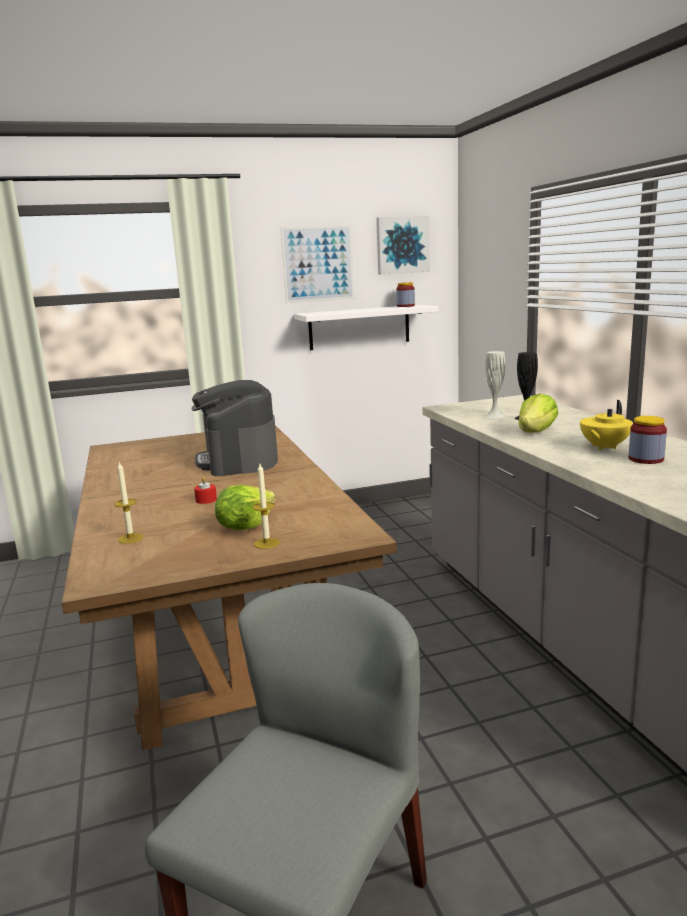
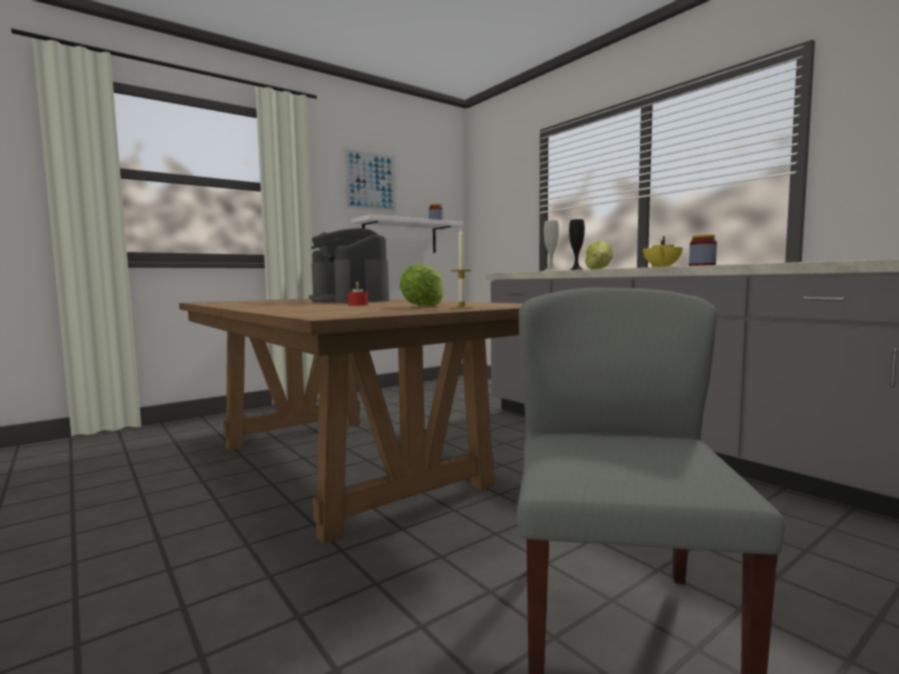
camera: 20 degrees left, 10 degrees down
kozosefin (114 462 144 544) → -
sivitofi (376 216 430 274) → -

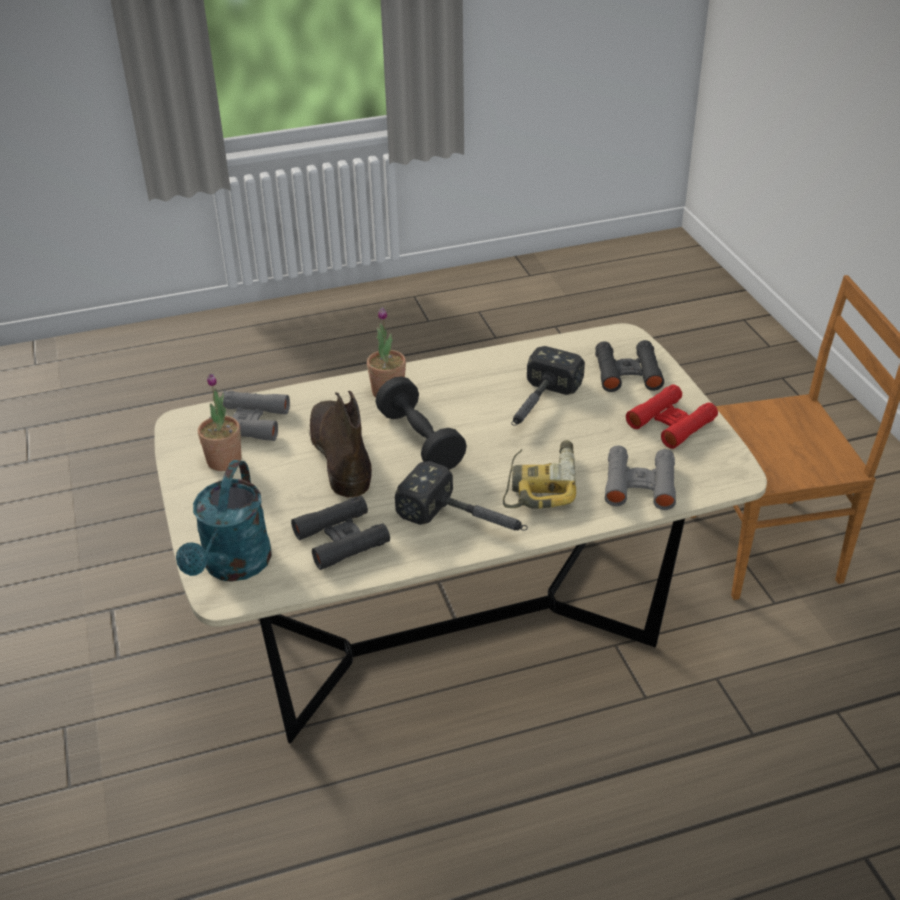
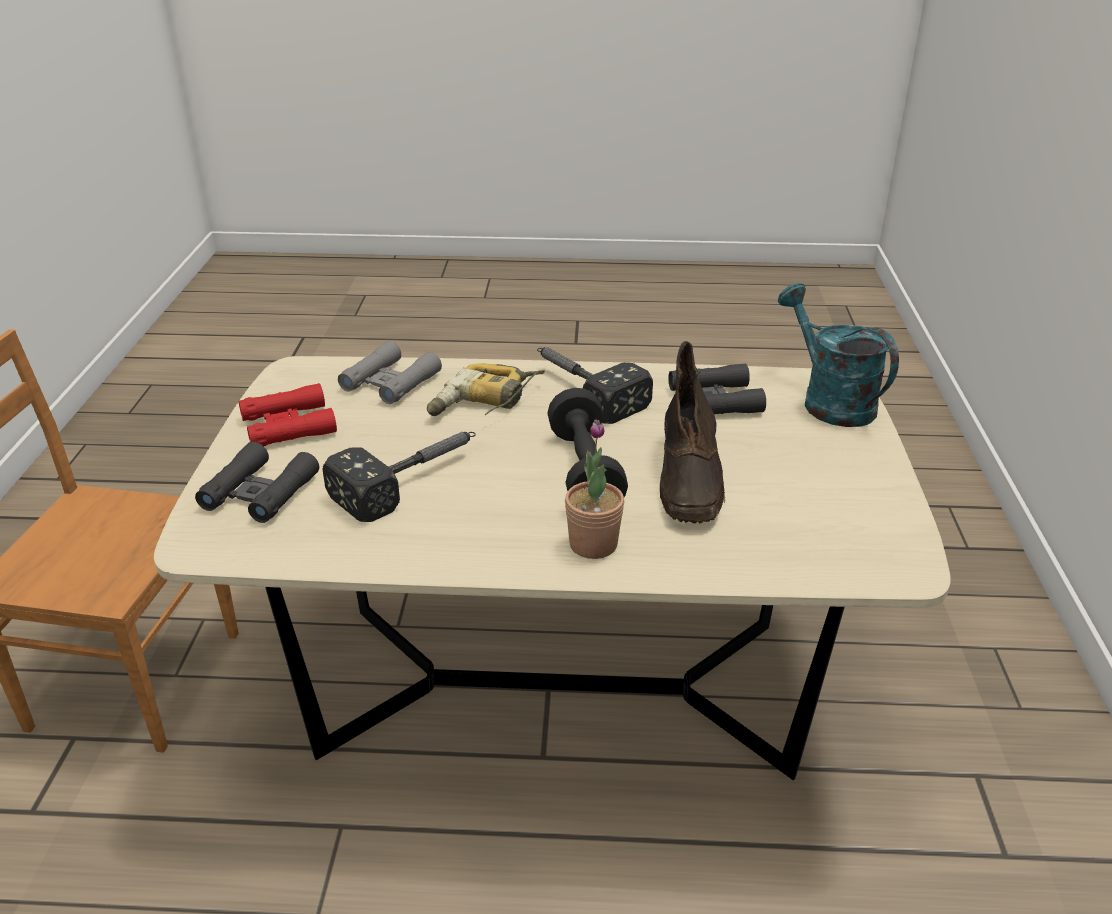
camera: 160 degrees left, 5 degrees down
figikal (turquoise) (176 460 272 582) → figikal (turquoise) (778 283 899 427), 60 degrees counterclockwise
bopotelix (198 373 241 471) → -
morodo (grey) (208 391 290 441) → -

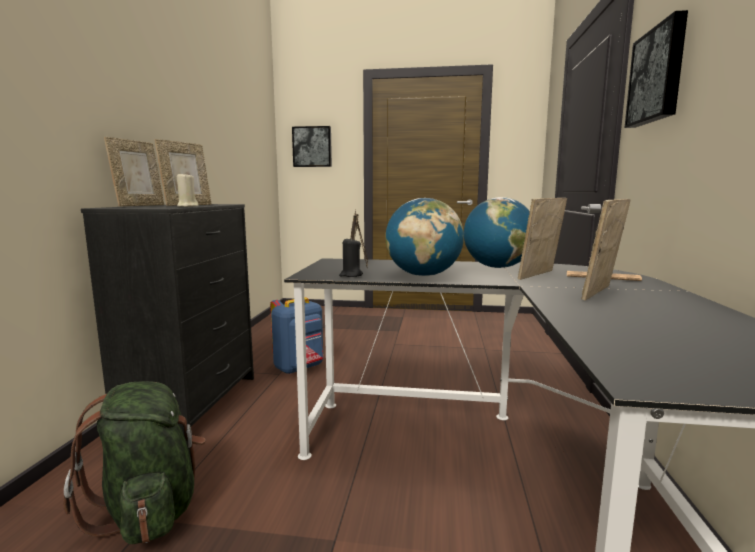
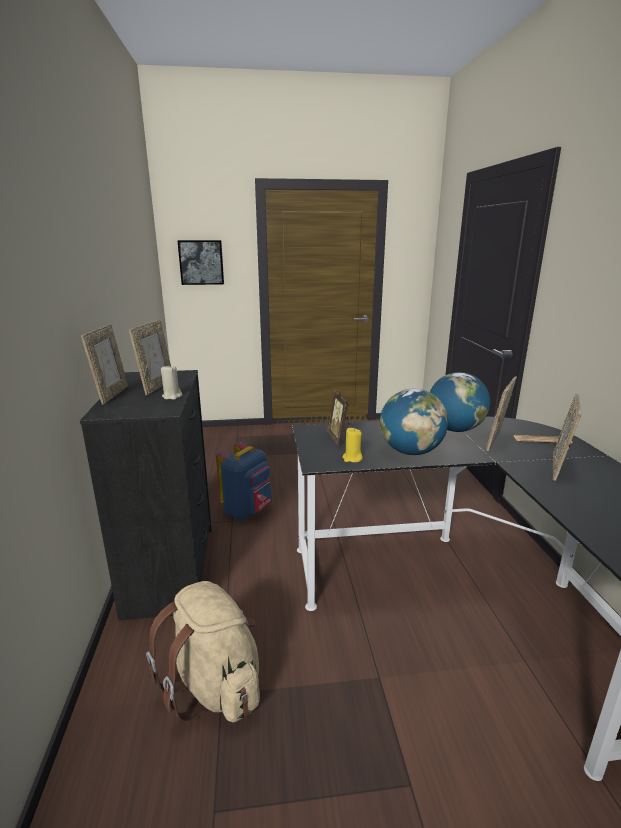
camera: 15 degrees left, 10 degrees up
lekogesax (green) (63 381 206 544) → lekogesax (beige) (146 581 260 723)
kozosefin (black) (339 238 363 277) → kozosefin (yellow) (342 428 363 462)
sivitofi (624 10 688 128) → -

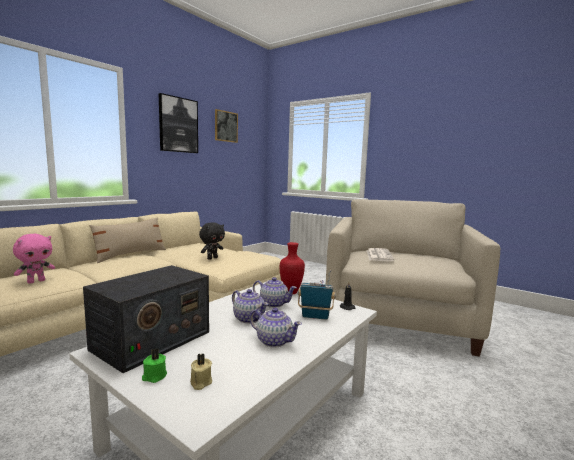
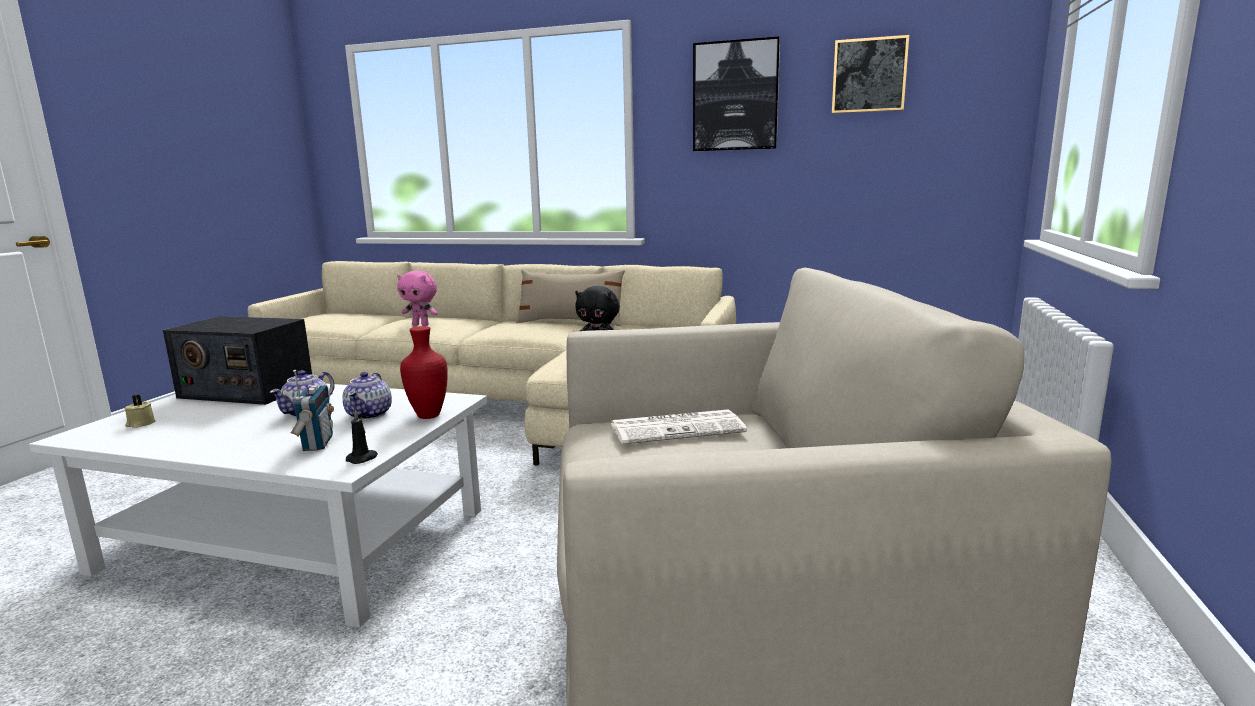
camera: 70 degrees right, 5 degrees up
kozosefin (green) (142 349 167 383) → -
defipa (250 307 302 348) → -

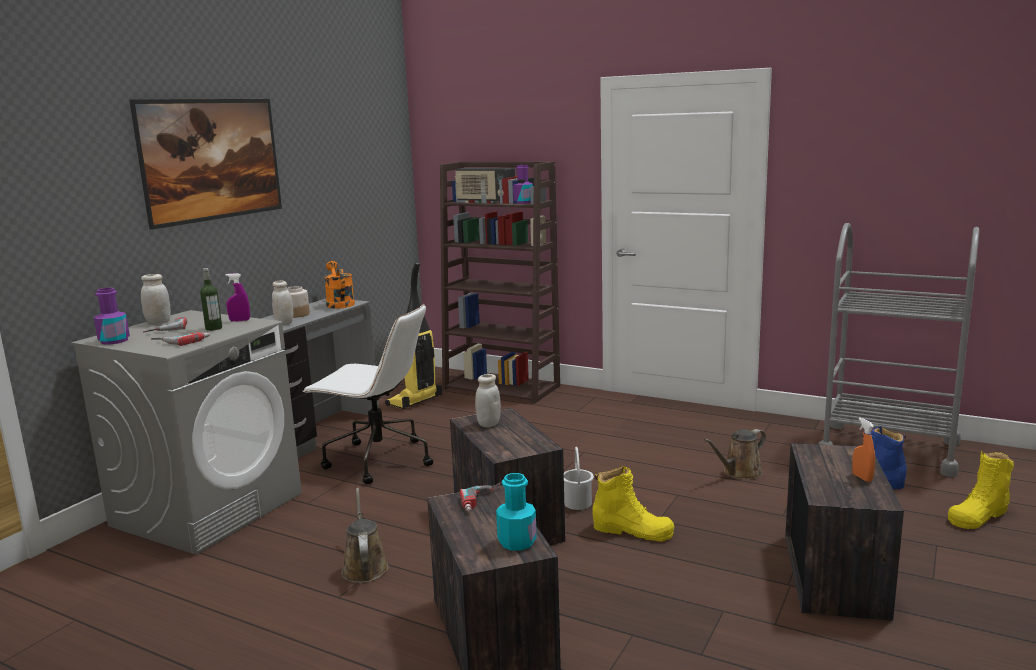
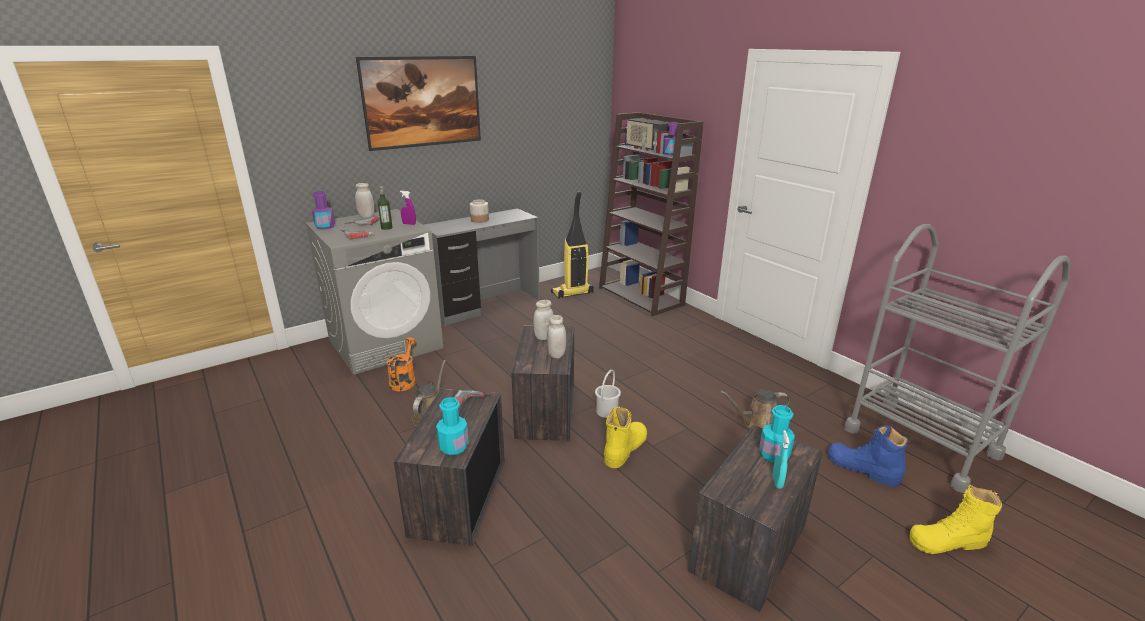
camera: 25 degrees right, 10 degrees up
figikal (orange) (324 261 355 309) → figikal (orange) (387 337 416 391), relocated
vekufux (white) (272 281 293 325) → vekufux (white) (547 315 566 358), relocated
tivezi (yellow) (593 466 674 542) → tivezi (yellow) (604 407 647 468), 105 degrees counterclockwise
- → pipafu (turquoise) (759 405 795 463)
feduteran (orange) (852 418 875 482) → feduteran (turquoise) (772 430 790 489)
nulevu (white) (302 304 433 484) → -

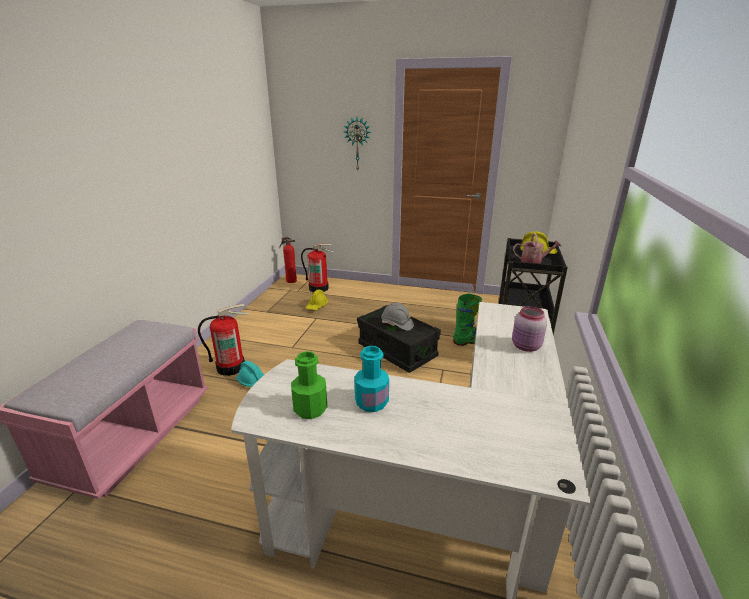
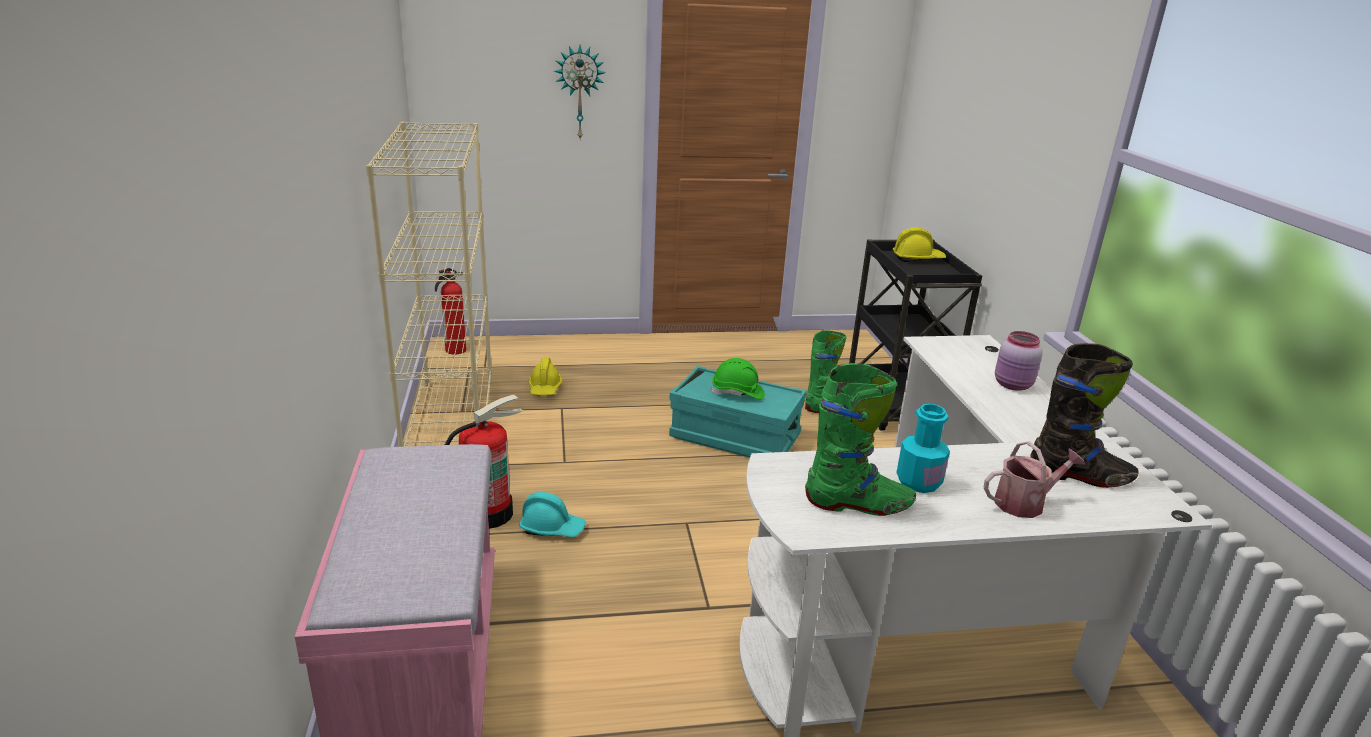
camera: 25 degrees left, 0 degrees up
- → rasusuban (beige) (366 122 492 447)
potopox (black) (357 305 441 373) → potopox (turquoise) (669 366 806 458)
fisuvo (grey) (381 302 414 331) → fisuvo (green) (710 358 765 400)
pipafu (green) (291 351 327 419) → tivezi (green) (805 363 916 516)
figikal (513 233 562 264) → figikal (983 441 1085 518), relocated
- → tivezi (black) (1031 343 1139 488)
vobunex (301 244 334 292) → -

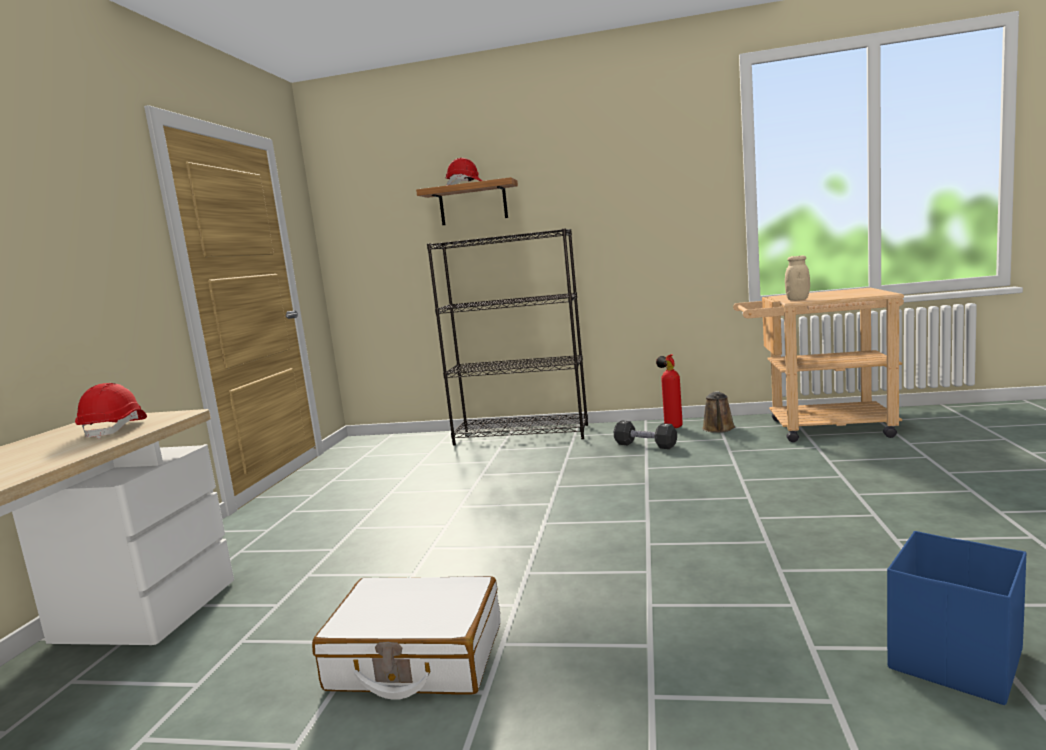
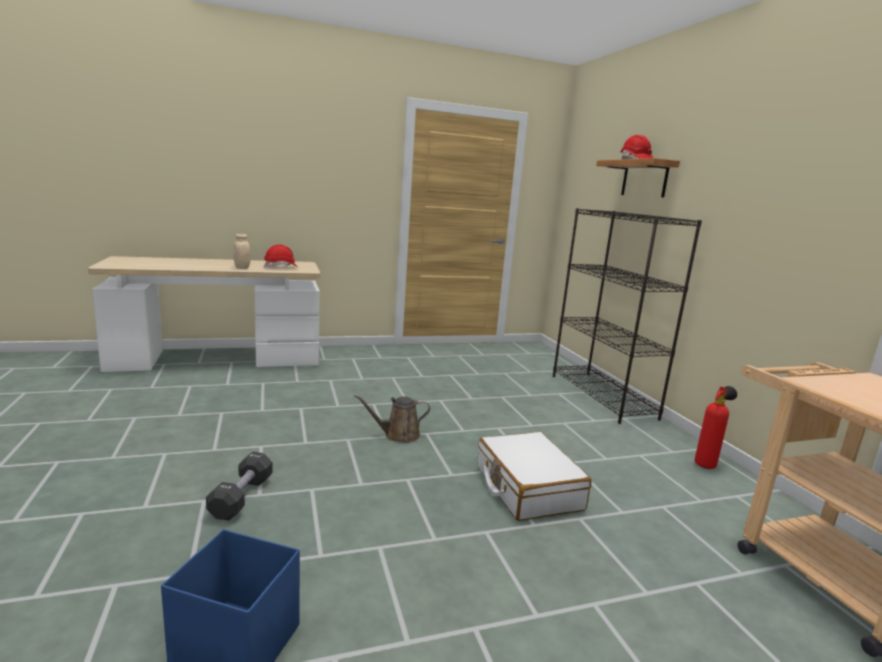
camera: 60 degrees right, 5 degrees up
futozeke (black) (613 421 677 449) → futozeke (black) (206 452 273 521), relocated
vekufux (beige) (785 256 810 301) → vekufux (beige) (234 233 251 269), relocated
figikal (brown) (702 391 735 433) → figikal (brown) (354 394 430 443), relocated
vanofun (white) (312 576 501 700) → vanofun (white) (477 432 591 521), relocated

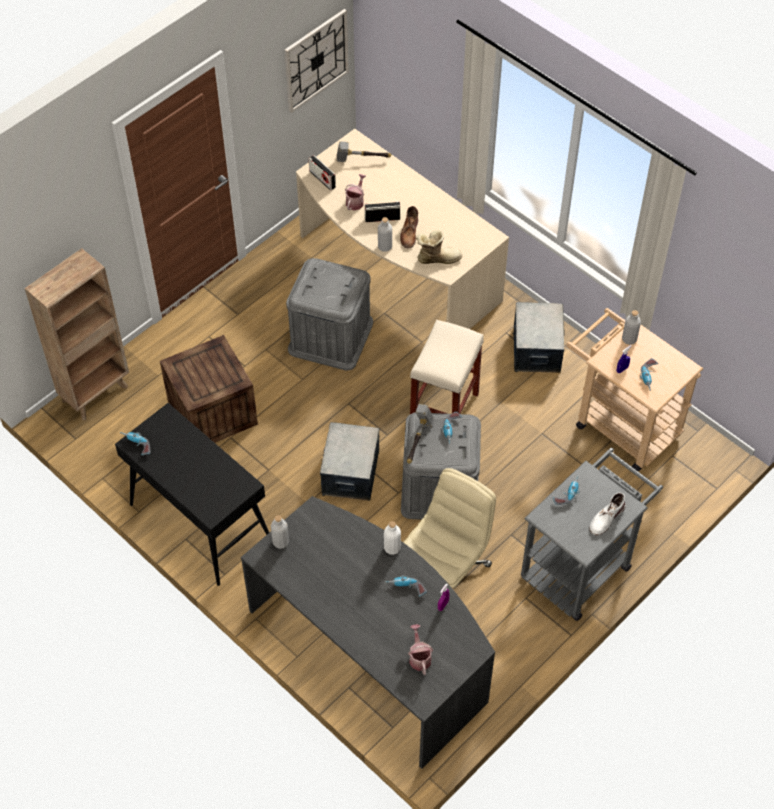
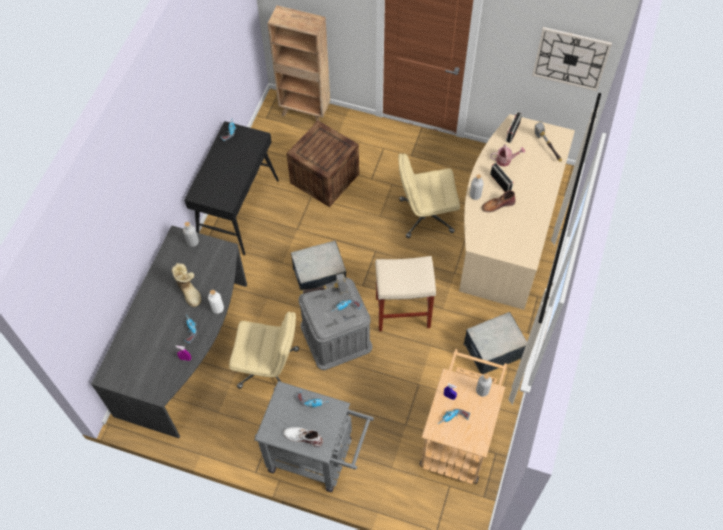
camera: 65 degrees right, 5 degrees up
tivezi (416 230 462 264) → tivezi (172 263 201 307), relocated
potopox (grey) (286 258 373 371) → nulevu (beige) (398 153 460 238)
figikal (408 624 433 675) → -

